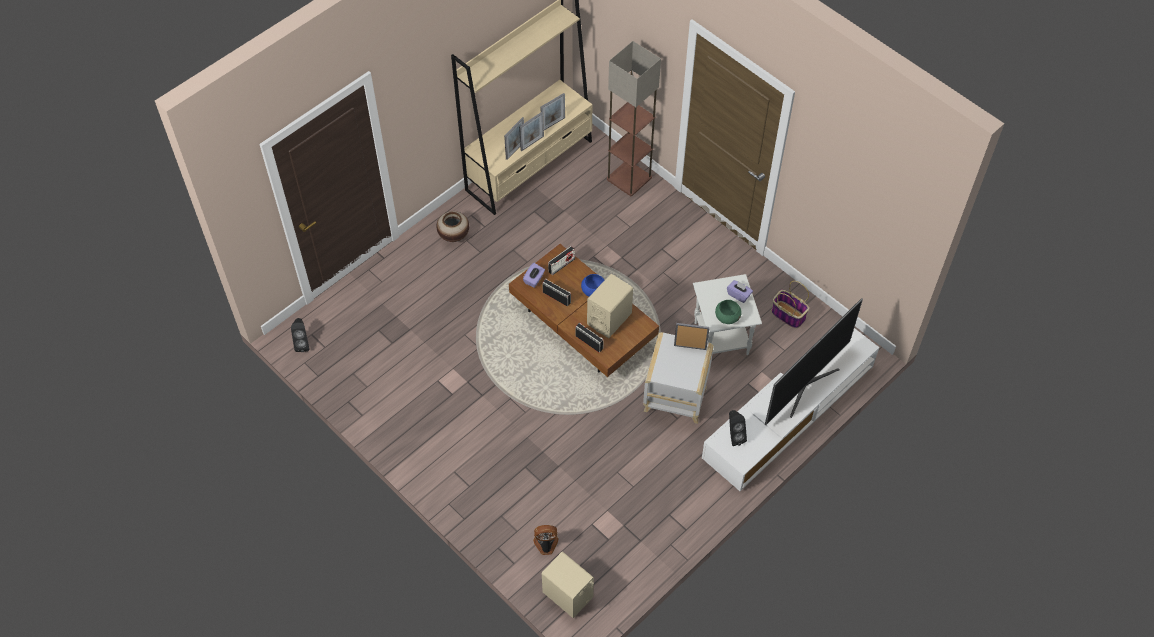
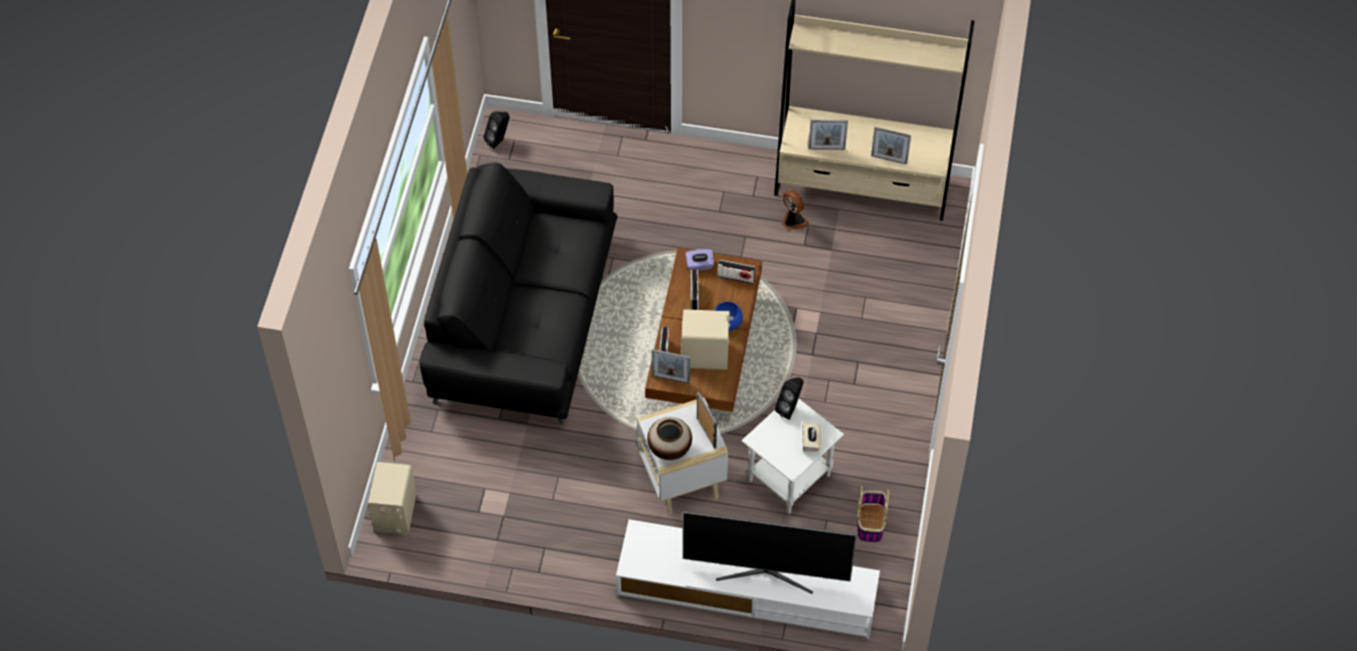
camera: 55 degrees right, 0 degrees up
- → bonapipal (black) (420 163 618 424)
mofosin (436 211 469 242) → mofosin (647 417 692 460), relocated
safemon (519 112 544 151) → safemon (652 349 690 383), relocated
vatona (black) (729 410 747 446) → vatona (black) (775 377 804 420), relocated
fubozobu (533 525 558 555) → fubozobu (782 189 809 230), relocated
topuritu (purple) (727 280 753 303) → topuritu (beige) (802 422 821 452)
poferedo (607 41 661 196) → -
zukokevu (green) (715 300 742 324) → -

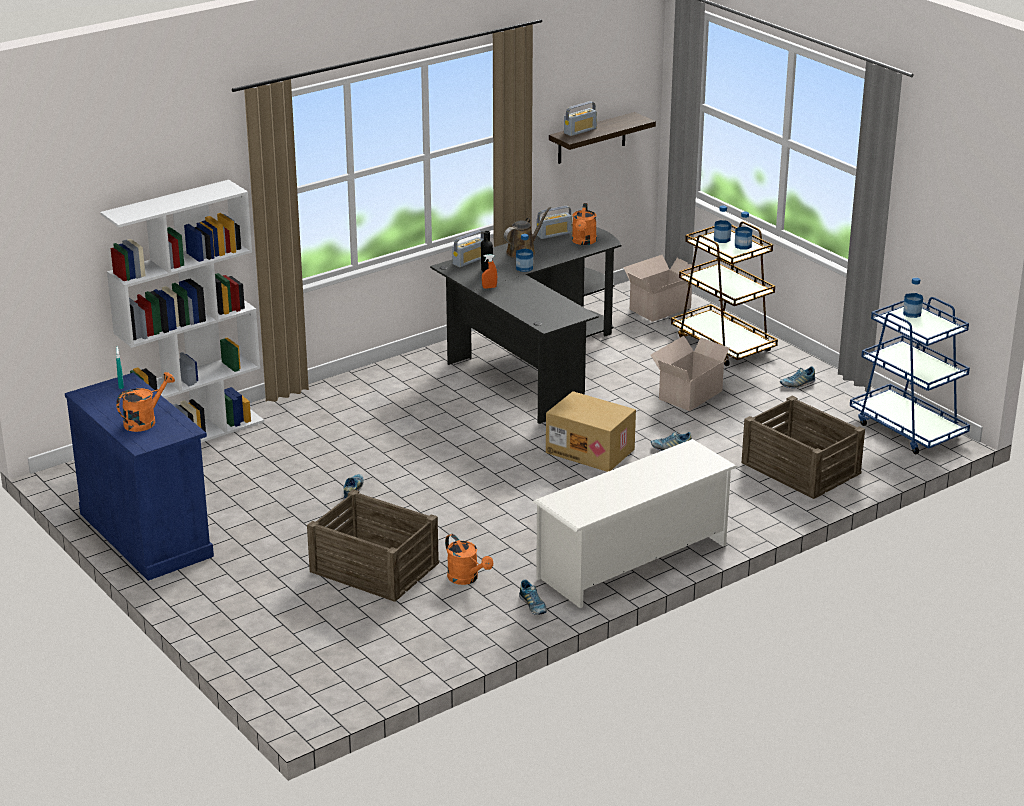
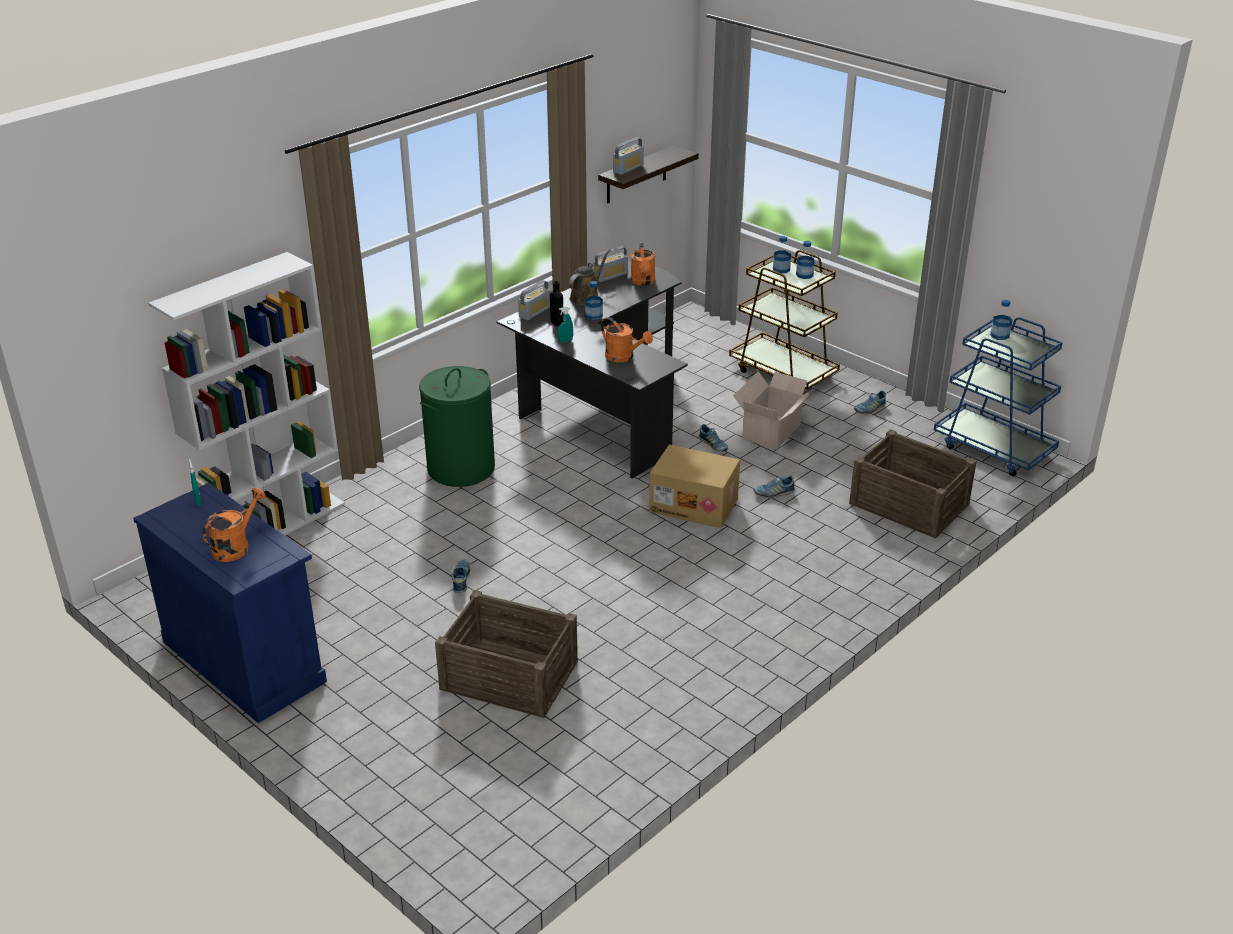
camera: 10 degrees left, 5 degrees up
- → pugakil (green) (419 366 495 487)
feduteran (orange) (482 254 497 289) → feduteran (turquoise) (558 307 573 342)
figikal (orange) (445 534 493 585) → figikal (orange) (601 317 653 362), relocated
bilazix (519 580 547 615) → bilazix (699 424 728 452), relocated
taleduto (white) (533 439 738 608) → -
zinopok (623 255 699 322) → -

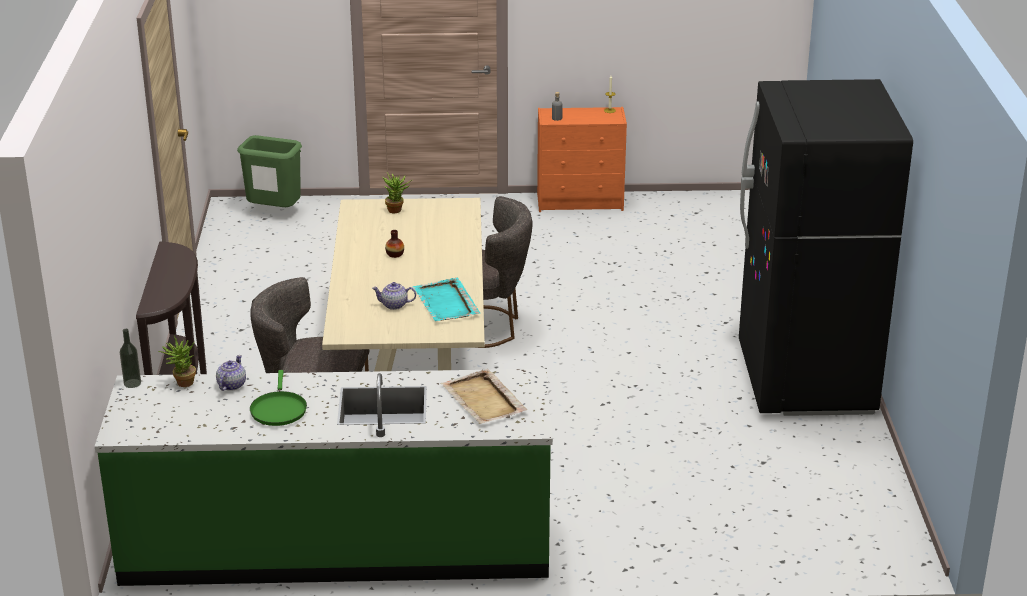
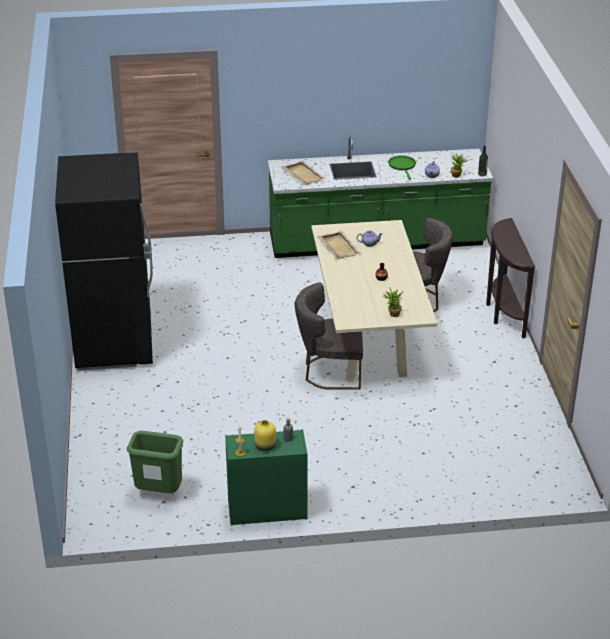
camera: 175 degrees right, 5 degrees up
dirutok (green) (237 135 302 207) → dirutok (green) (127 431 183 493), relocated
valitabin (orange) (537 107 627 212) → valitabin (green) (225 429 307 526)
- → mofosin (yellow) (254 420 276 451)
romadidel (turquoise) (413 278 480 321) → romadidel (beige) (317 231 362 259)

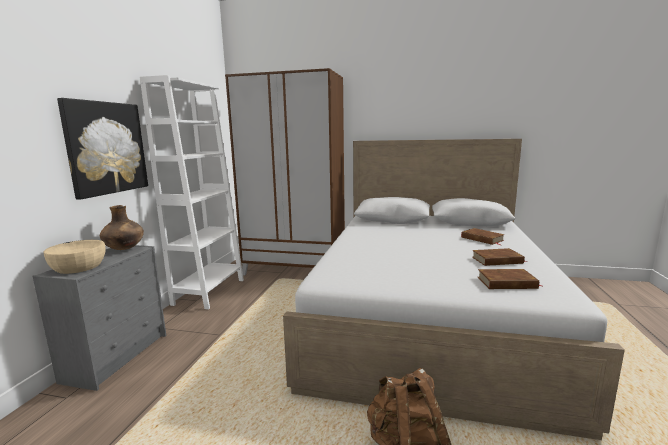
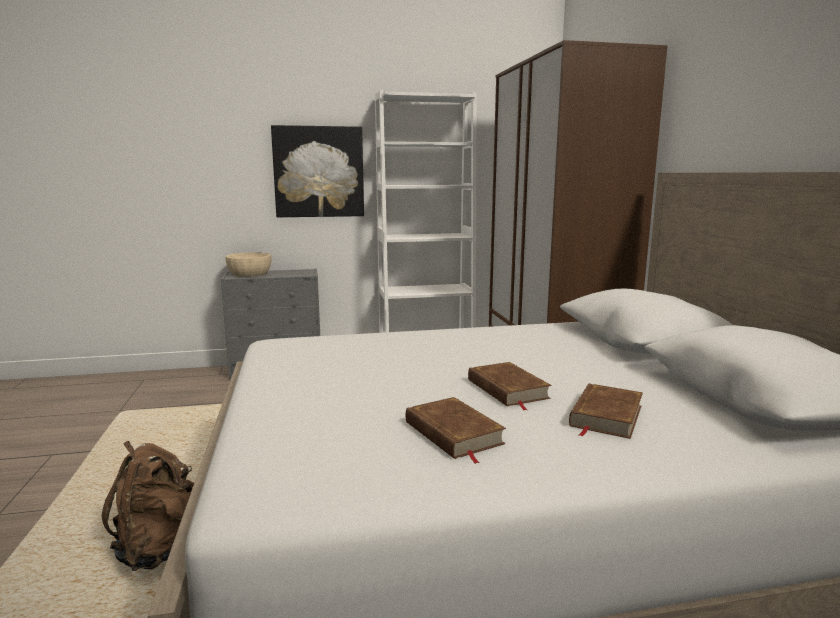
camera: 65 degrees right, 0 degrees up
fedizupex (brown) (478 269 543 289) → fedizupex (brown) (468 362 552 410), relocated
mofosin (brown) (100 205 144 250) → -

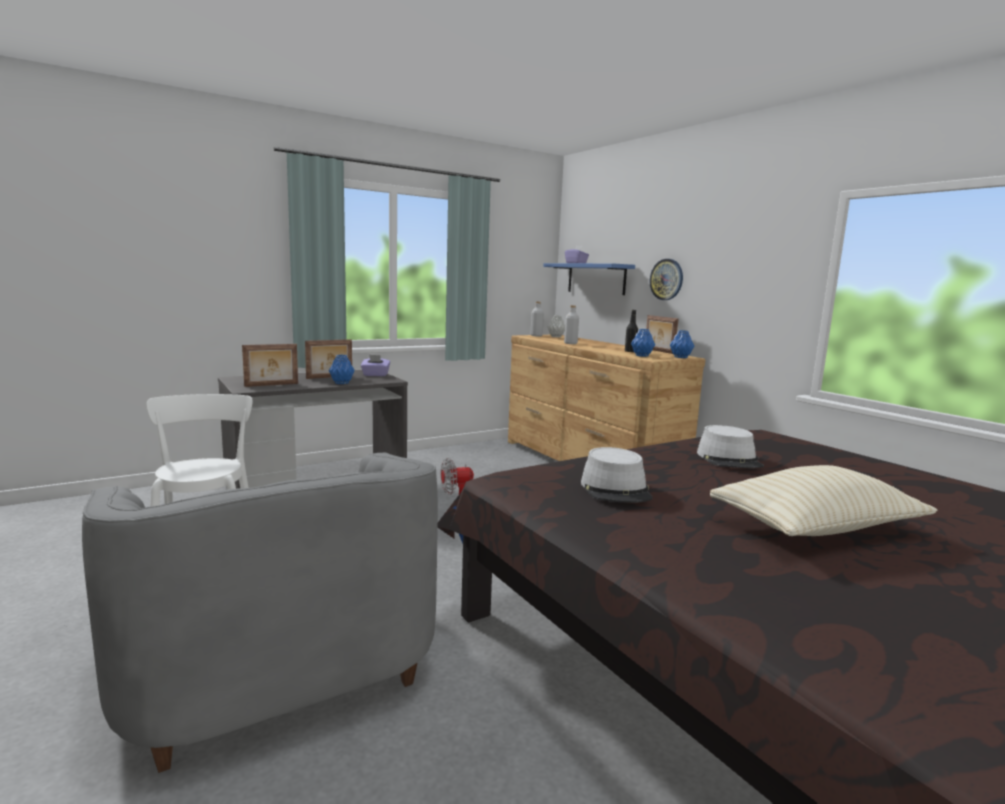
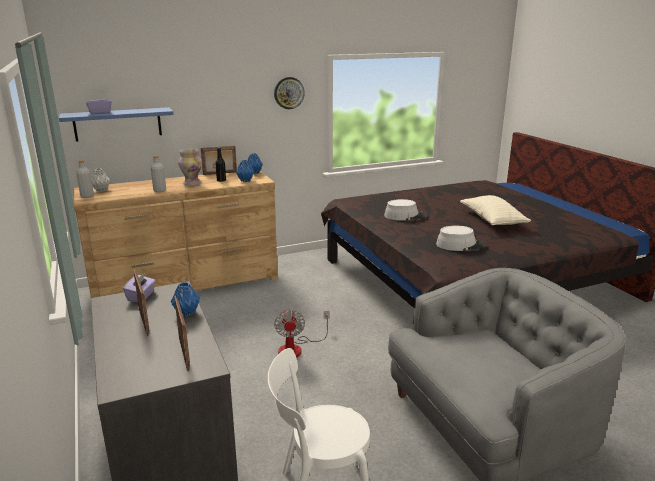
camera: 80 degrees left, 10 degrees up
- → mofosin (178 149 202 186)
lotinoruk (650 259 683 300) → lotinoruk (274 77 305 109), relocated

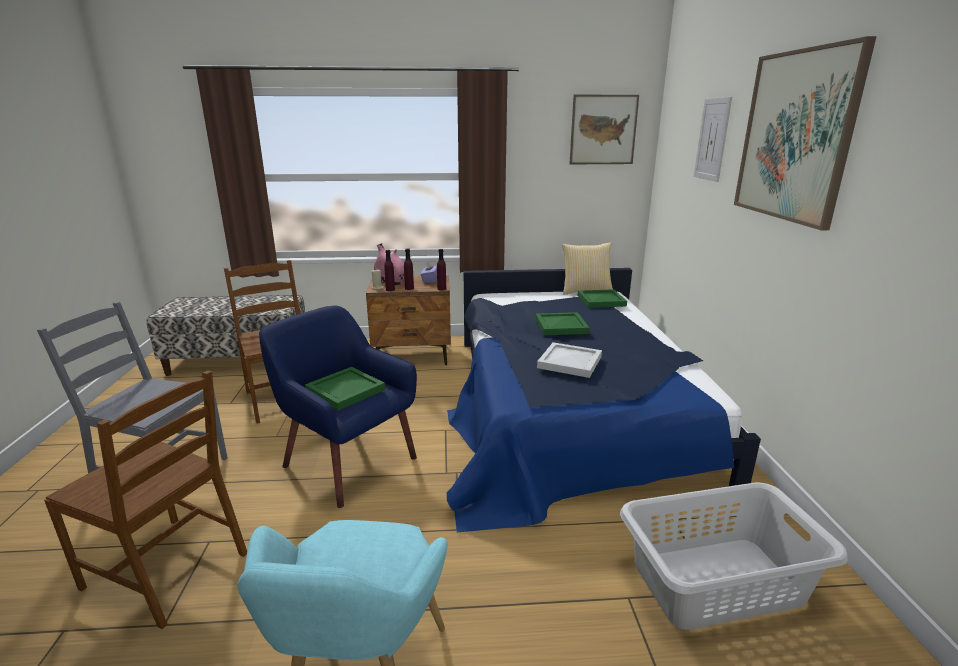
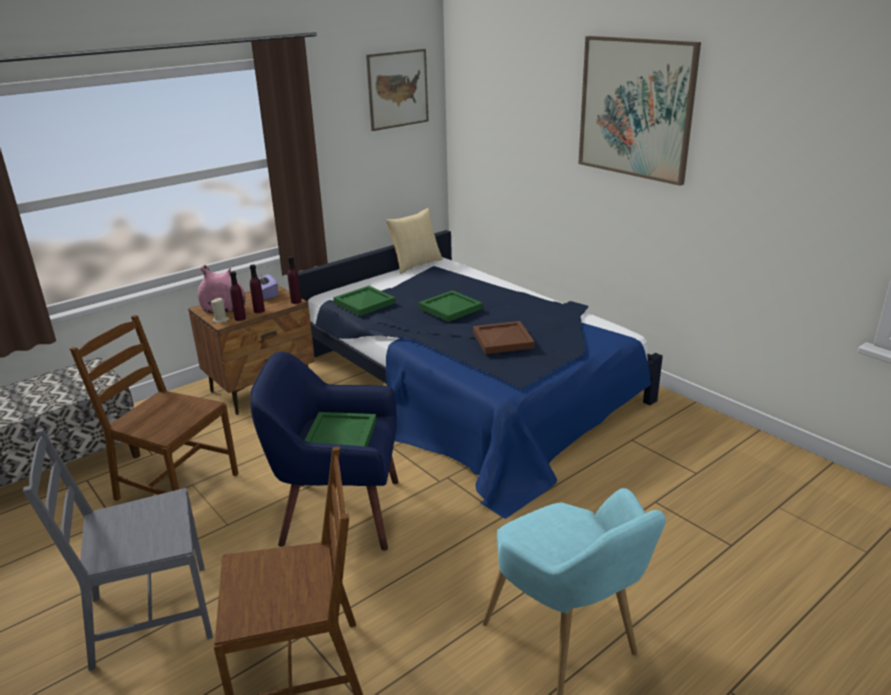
camera: 35 degrees left, 5 degrees up
romadidel (green) (578 289 627 308) → romadidel (green) (333 286 396 316), relocated
romadidel (white) (537 342 602 378) → romadidel (brown) (473 321 535 354)
pugakil (grey) (620 482 848 630) → -
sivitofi (694 97 732 182) → -

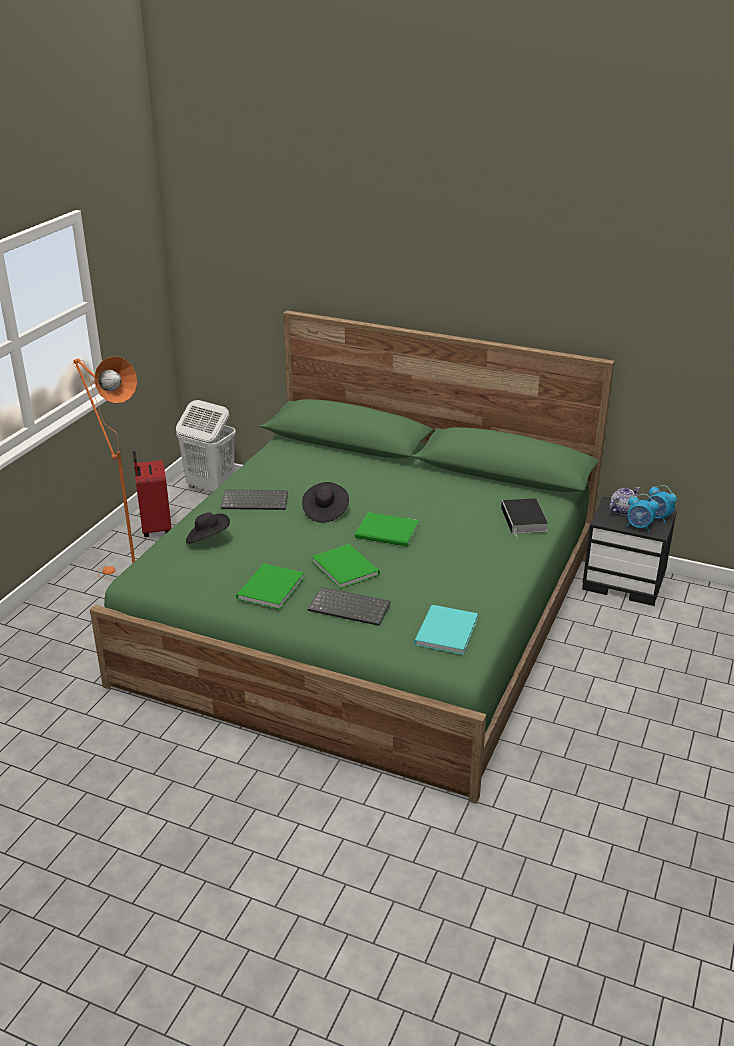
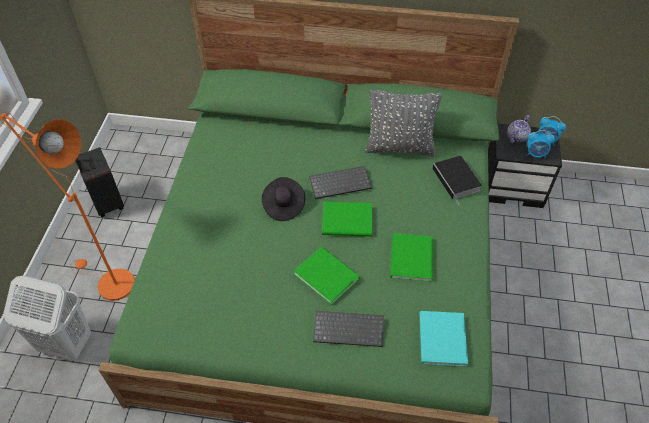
camera: 15 degrees left, 20 degrees up
pugakil (white) (176 400 236 492) → pugakil (white) (3 276 91 361), relocated
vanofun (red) (133 451 172 537) → vanofun (black) (75 147 124 217)
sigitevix (221 490 288 510) → sigitevix (309 166 372 199), relocated
- → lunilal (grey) (365 90 442 157)
fedizupex (green) (236 564 304 609) → fedizupex (green) (390 233 433 282), relocated
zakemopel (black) (186 512 230 544) → -

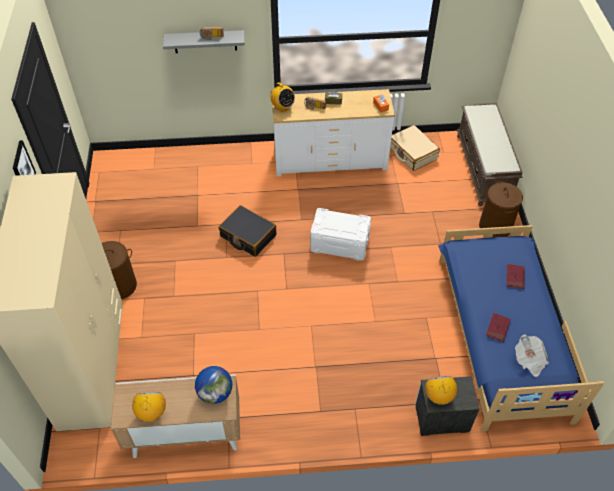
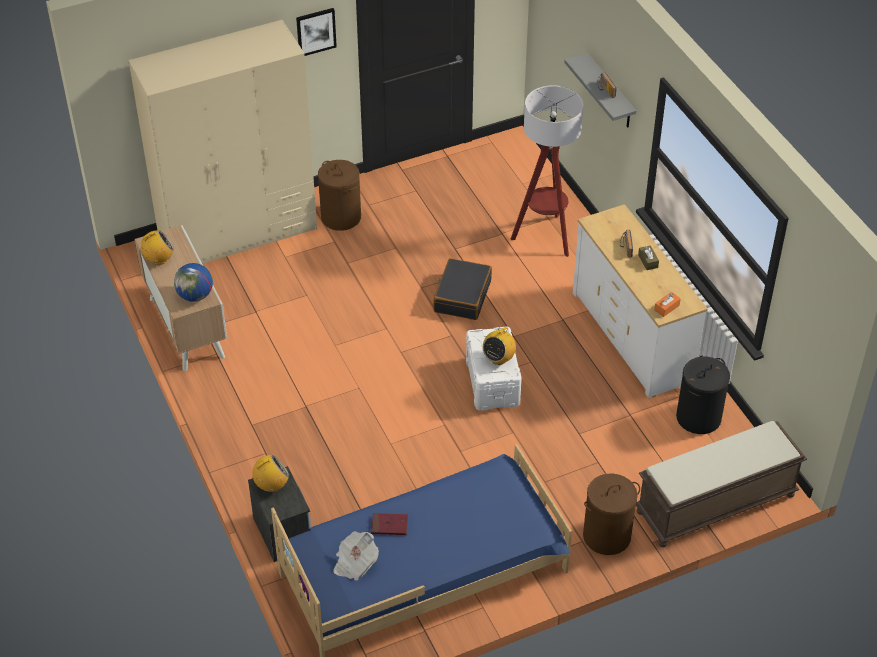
camera: 70 degrees right, 5 degrees down
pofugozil (270 82 295 112) → pofugozil (483 326 516 365), relocated
- → poferedo (511 85 584 257)
vanofun (beige) (390 125 440 171) → pugakil (black) (676 357 730 434)
fedizupex (red) (506 264 525 289) → -

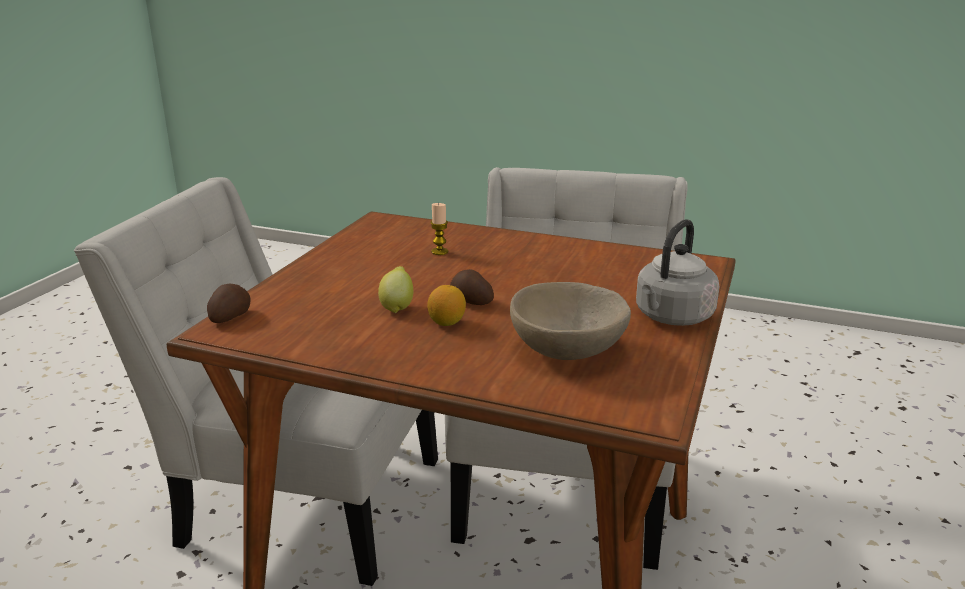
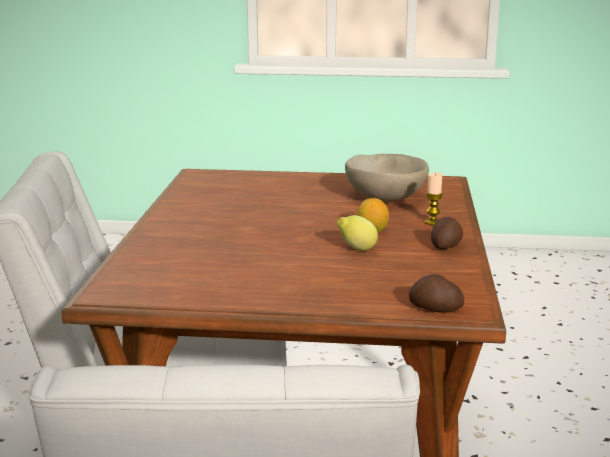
camera: 105 degrees left, 5 degrees down
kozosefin (430 203 448 255) → kozosefin (424 172 443 225), relocated
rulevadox (450 269 494 305) → rulevadox (431 217 463 249), relocated
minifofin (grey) (636 219 720 326) → -

